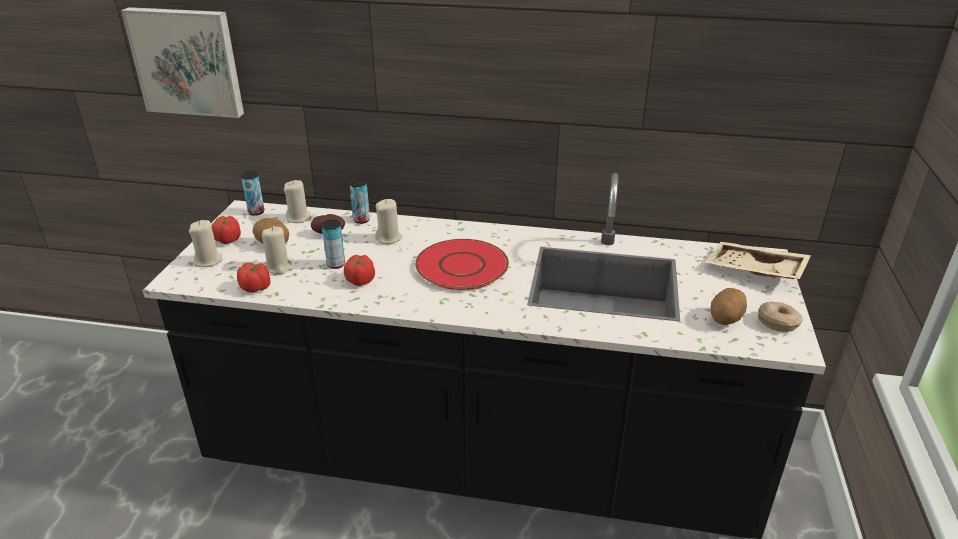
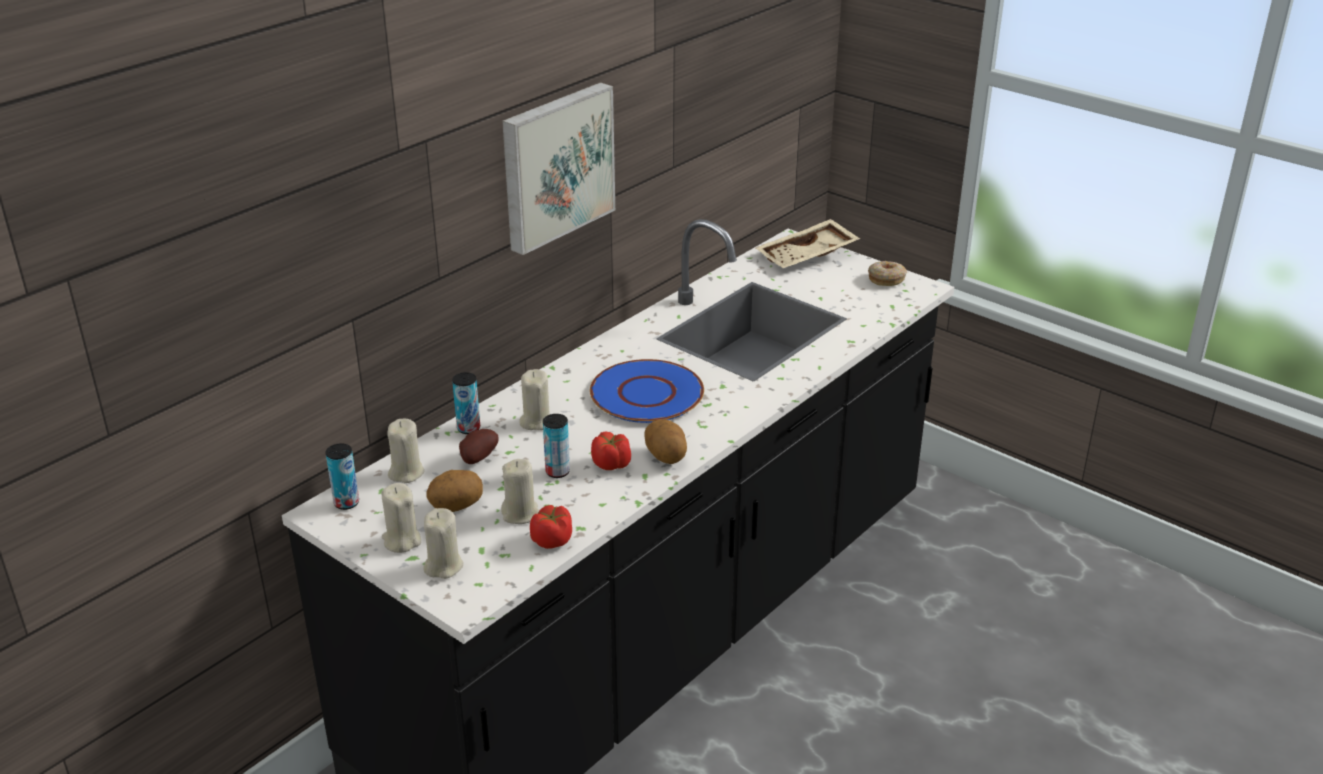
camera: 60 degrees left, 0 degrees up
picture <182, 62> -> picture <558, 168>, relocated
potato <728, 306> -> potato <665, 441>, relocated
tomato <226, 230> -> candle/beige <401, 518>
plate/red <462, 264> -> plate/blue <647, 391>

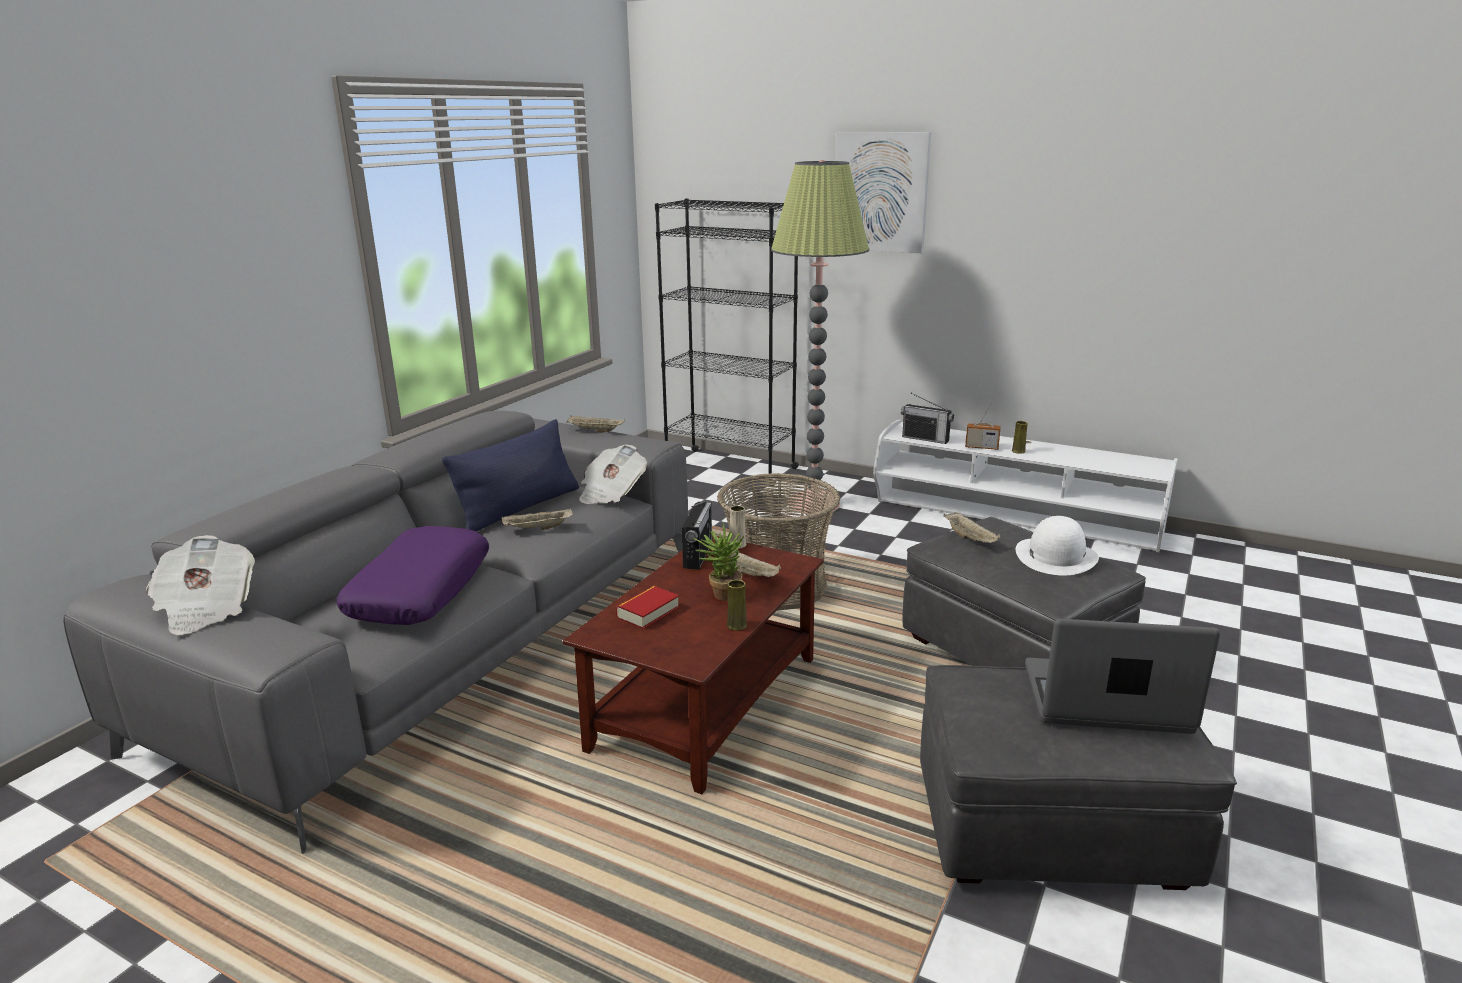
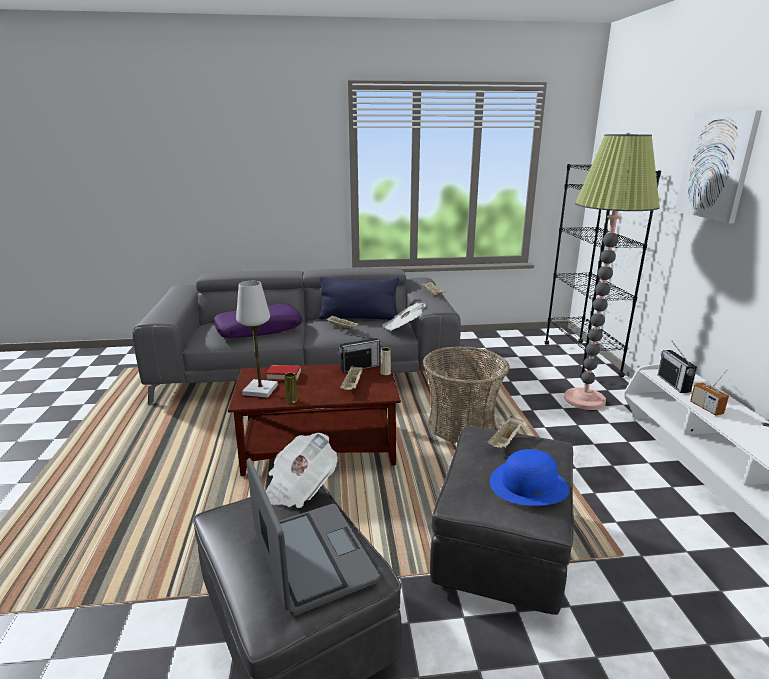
camera: 55 degrees right, 0 degrees up
potted plant <718, 562> -> none
vase/yellow <1020, 437> -> none
none -> table lamp/white <257, 339>
newspaper <200, 585> -> newspaper <301, 470>, relocated
hat/white <1057, 546> -> hat/blue <529, 477>

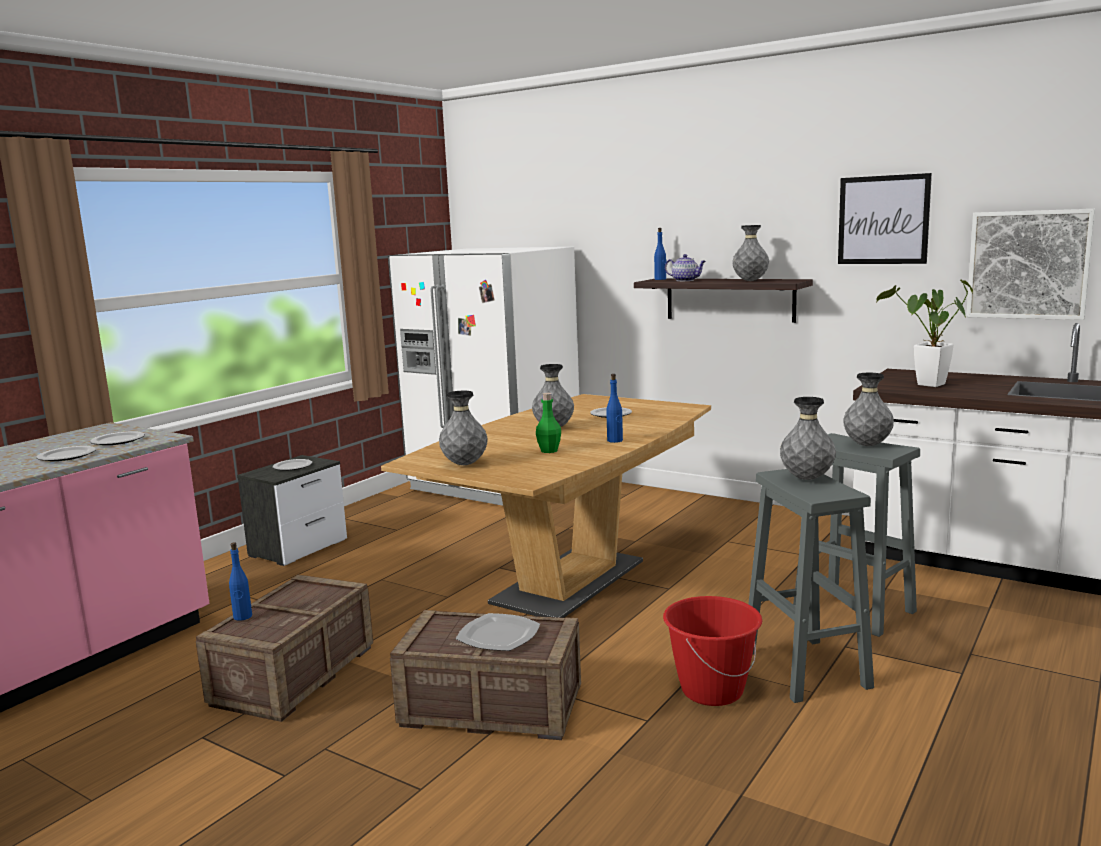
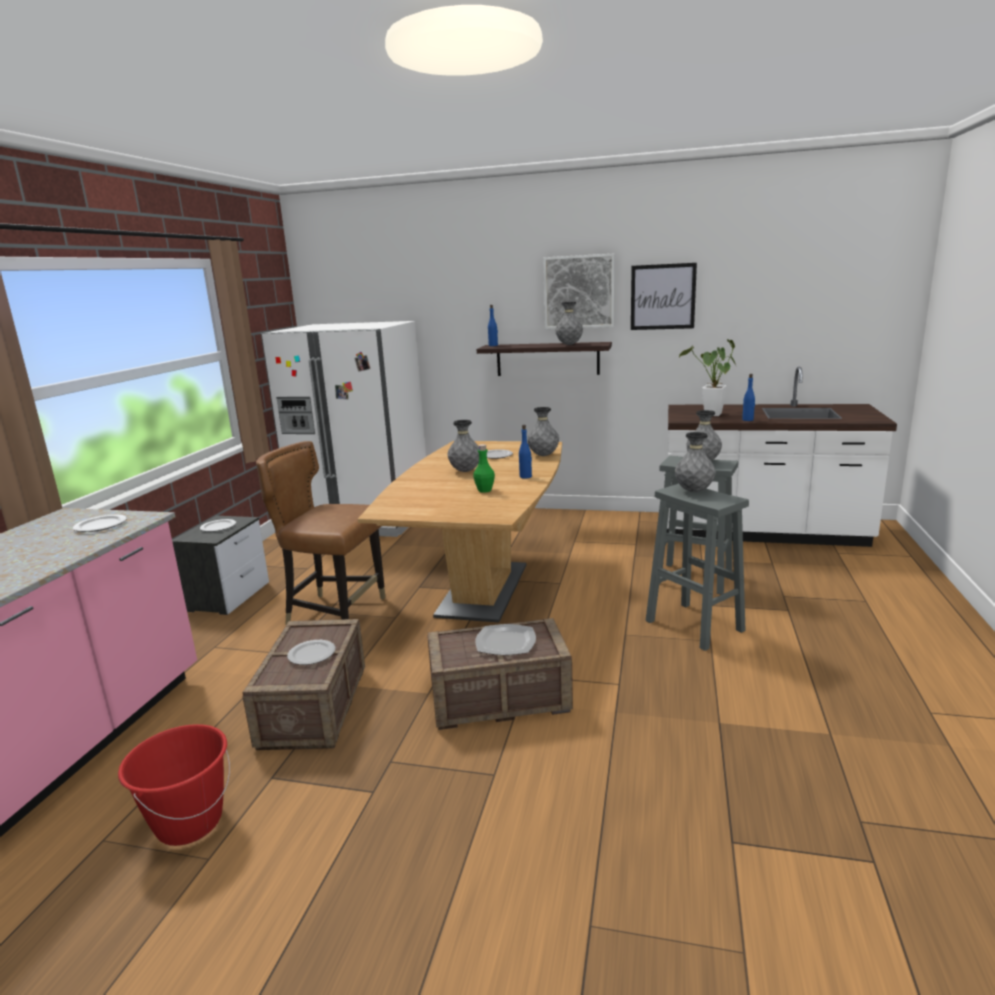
camera: 20 degrees left, 5 degrees up
teapot <685, 267> -> none
none -> chair/brown <321, 533>
plate <66, 453> -> plate <311, 652>, relocated
bottle/blue <240, 581> -> bottle/blue <748, 397>, relocated
vase/grey <463, 428> -> vase/grey <543, 431>, relocated
bucket/red <712, 651> -> bucket/red <174, 785>, relocated
picture <1030, 264> -> picture <579, 291>, relocated

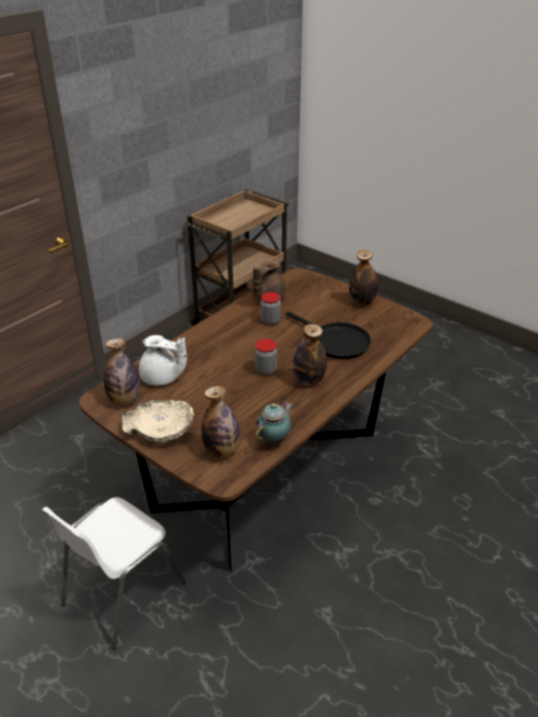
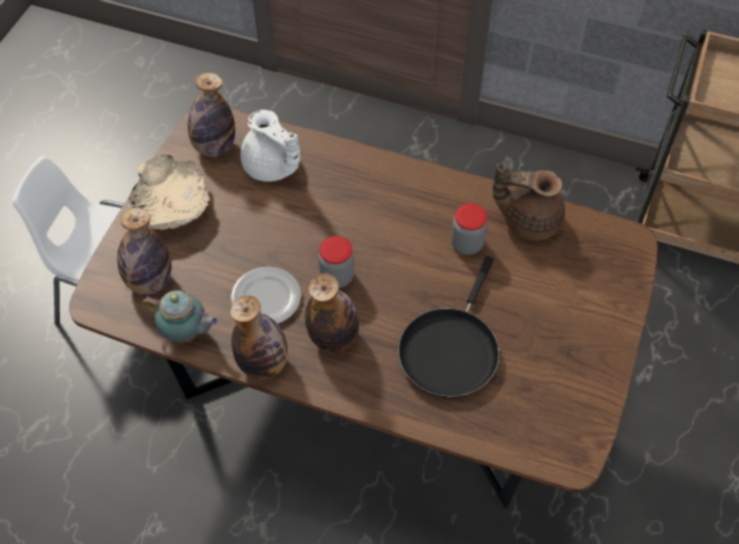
camera: 70 degrees right, 20 degrees up
none -> plate <266, 295>
bottle <363, 277> -> bottle <259, 338>, relocated
teapot/white <163, 360> -> teapot/white <270, 146>, 45 degrees counterclockwise

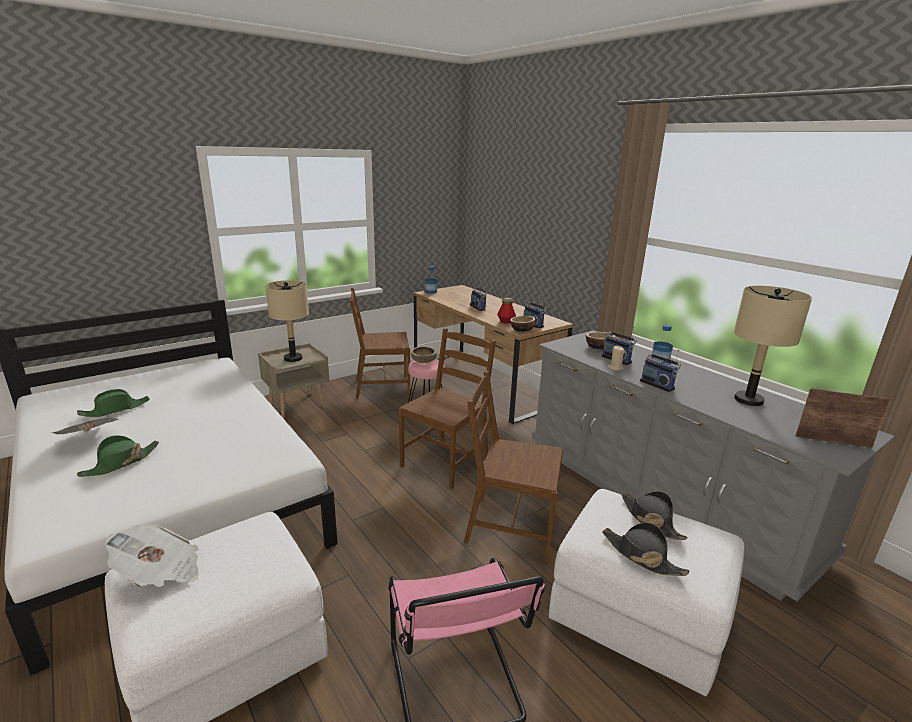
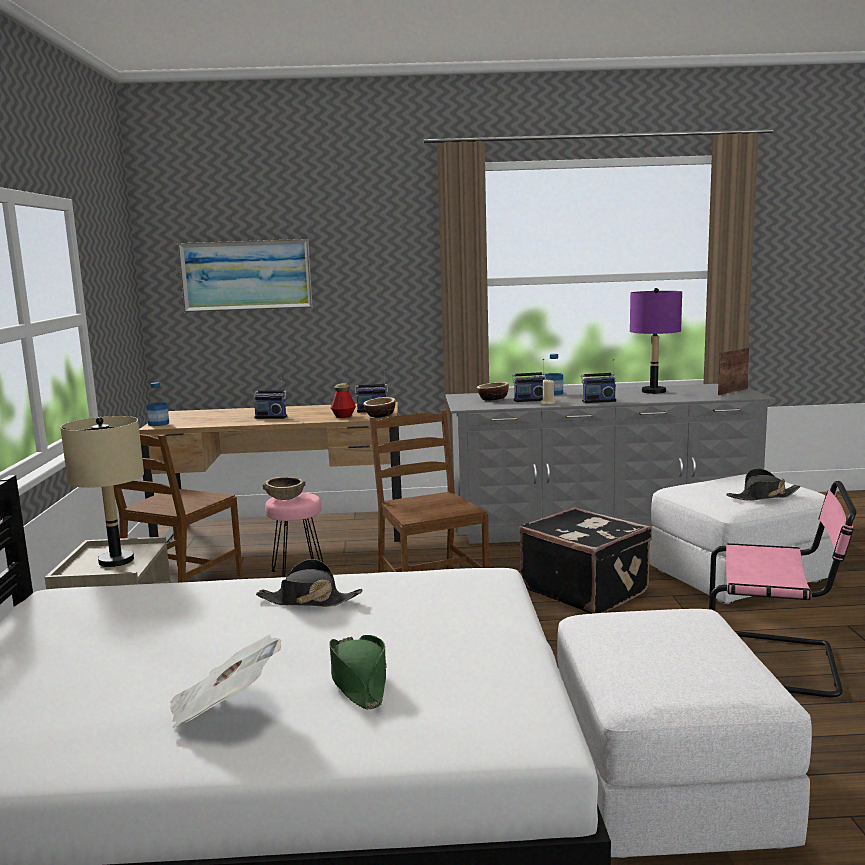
camera: 55 degrees left, 10 degrees down
hat/green <113, 403> -> none
newspaper <152, 555> -> none
none -> picture <245, 275>
hat/black <654, 515> -> hat/black <309, 583>, relocated
chair/brown <513, 466> -> suitcase/black <585, 560>
table lamp/beige <773, 346> -> table lamp/purple <656, 341>

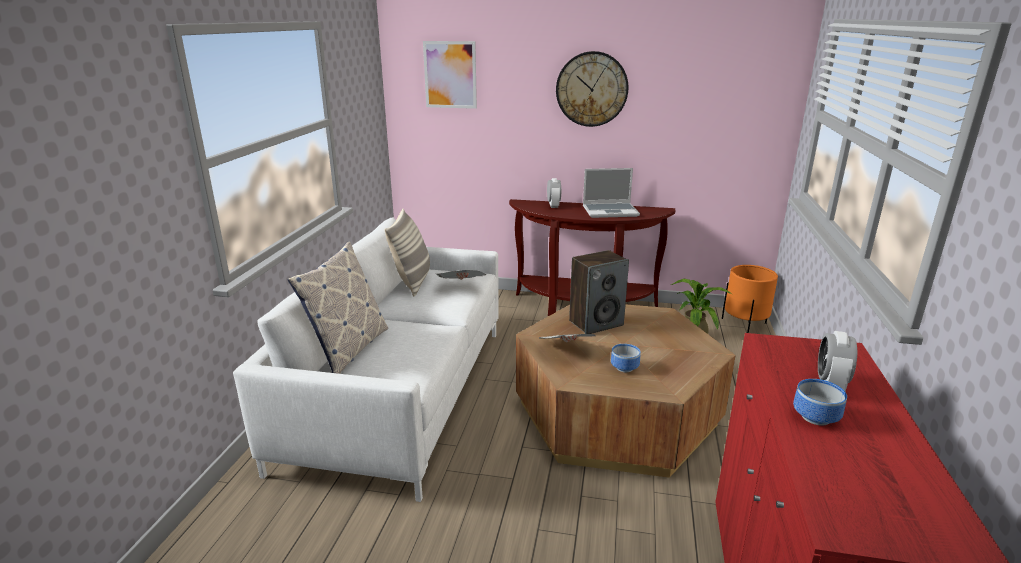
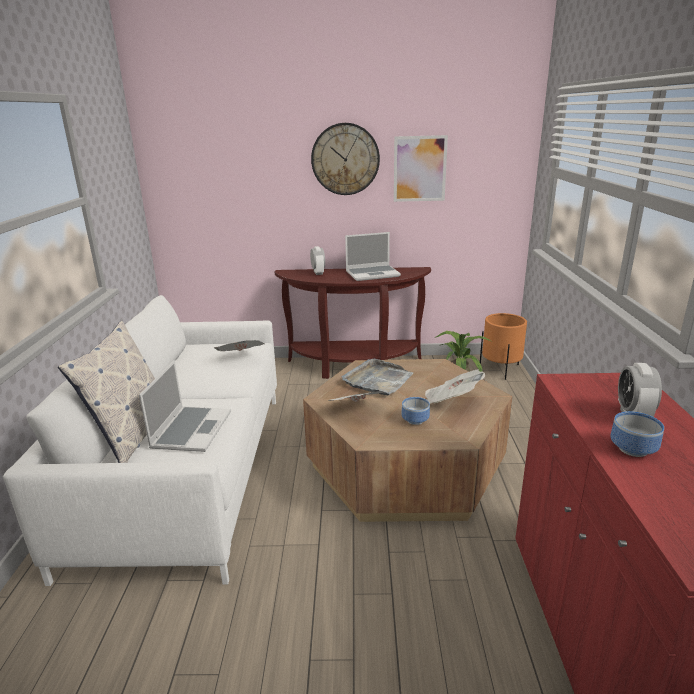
camera: 10 degrees left, 0 degrees up
pillow <407, 252> -> none
none -> laptop <185, 406>
none -> newspaper <455, 386>
picture <450, 75> -> picture <421, 168>, relocated
speaker <599, 292> -> tray/grey <377, 377>

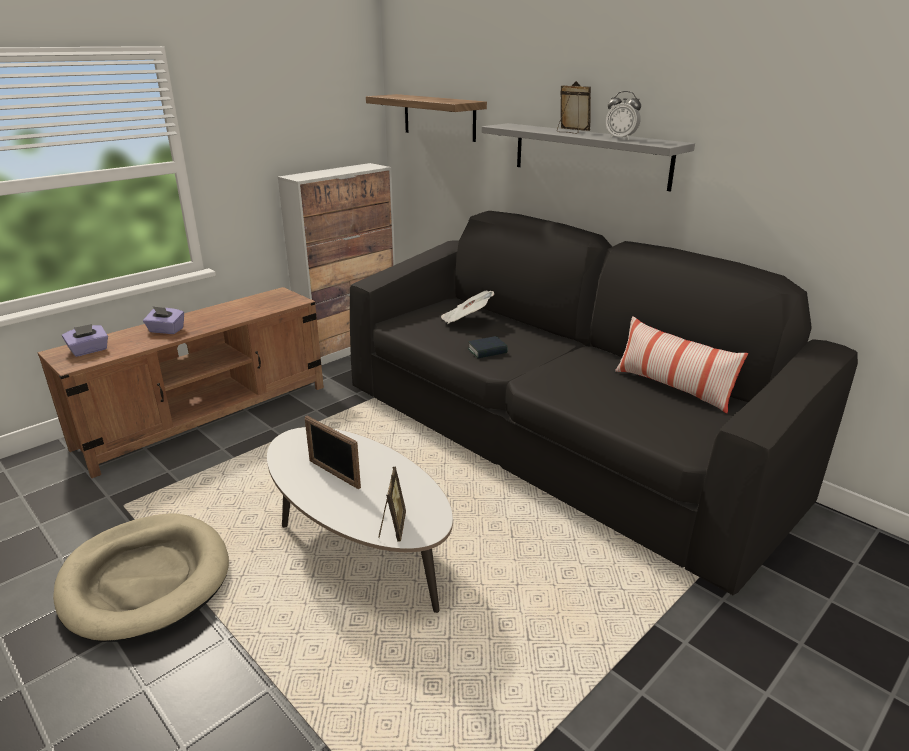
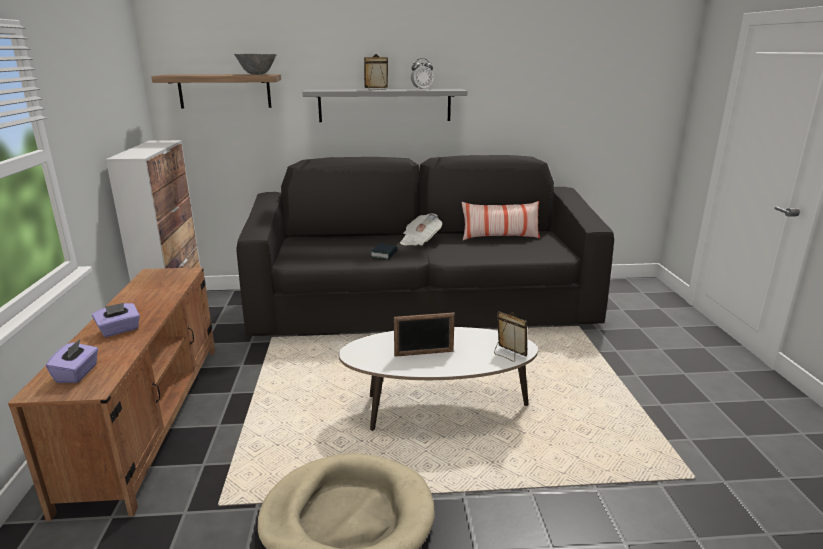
camera: 50 degrees left, 5 degrees down
none -> bowl/grey <255, 64>
newspaper <467, 307> -> newspaper <421, 229>, relocated

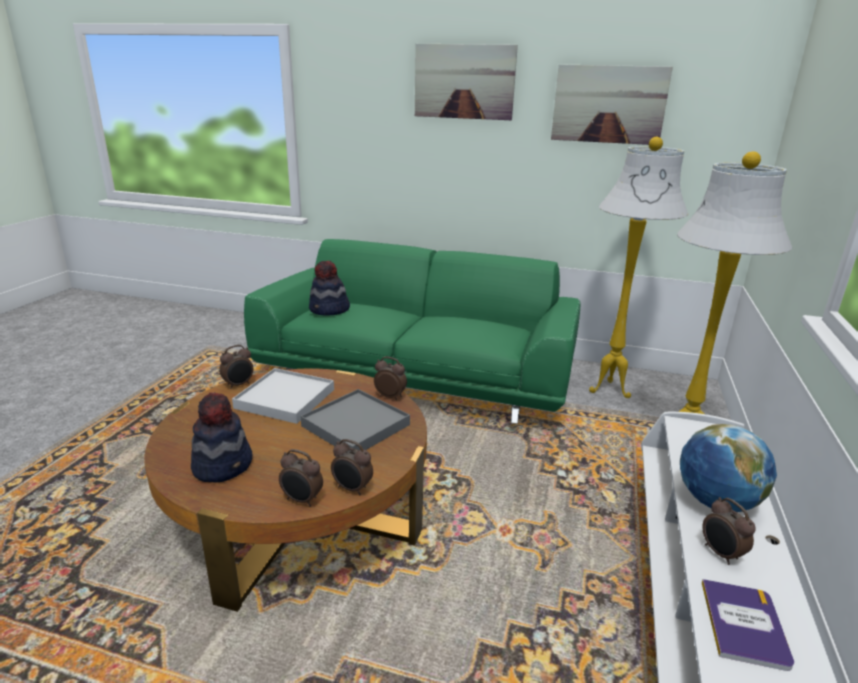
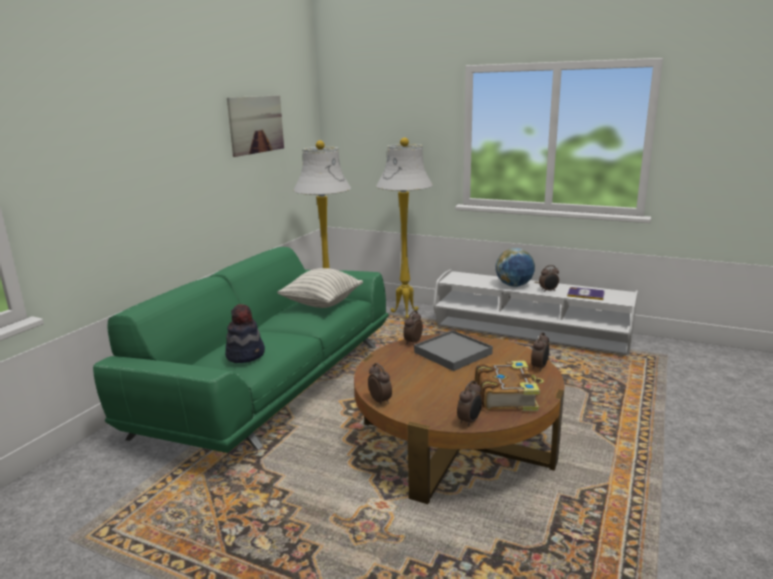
camera: 80 degrees left, 5 degrees down
tray/white <283, 396> -> none
picture <466, 82> -> none
none -> pillow <320, 288>
alarm clock <352, 467> -> alarm clock <469, 404>, relocated
hat <221, 437> -> book <509, 386>

